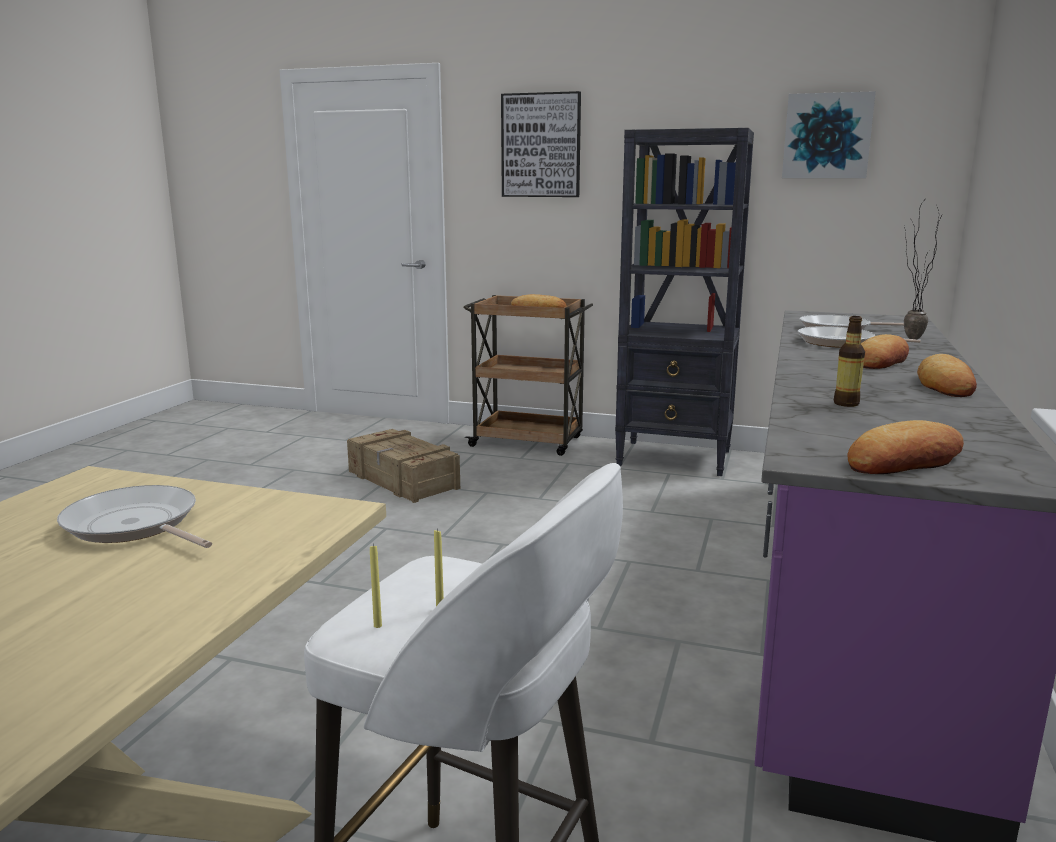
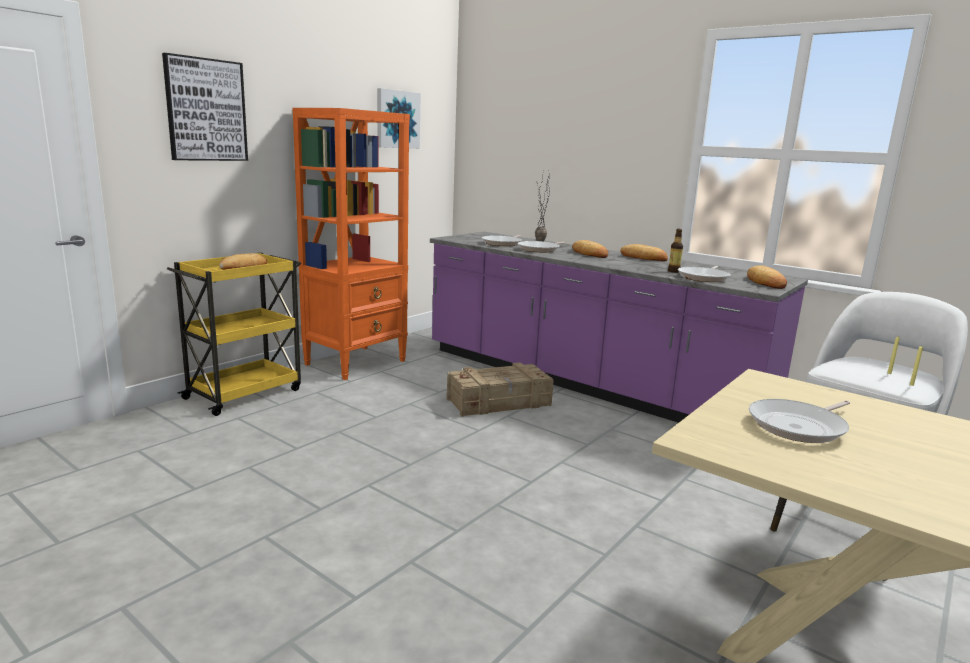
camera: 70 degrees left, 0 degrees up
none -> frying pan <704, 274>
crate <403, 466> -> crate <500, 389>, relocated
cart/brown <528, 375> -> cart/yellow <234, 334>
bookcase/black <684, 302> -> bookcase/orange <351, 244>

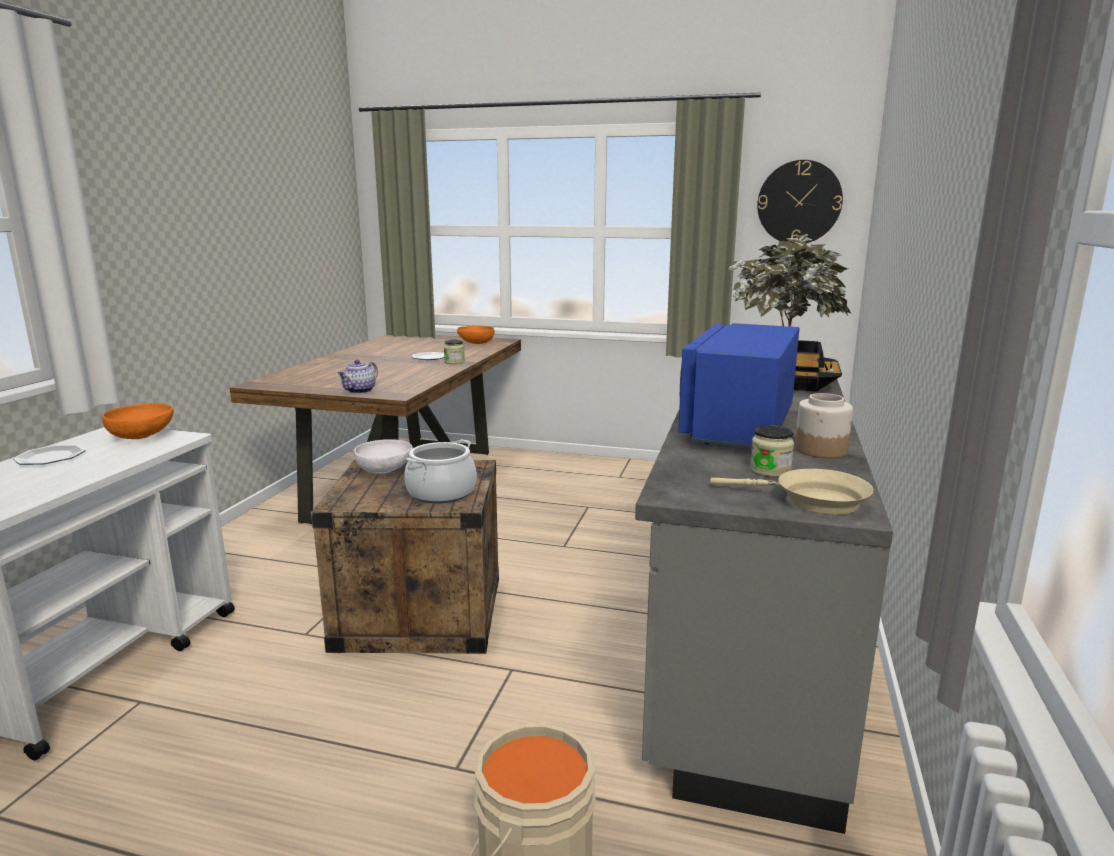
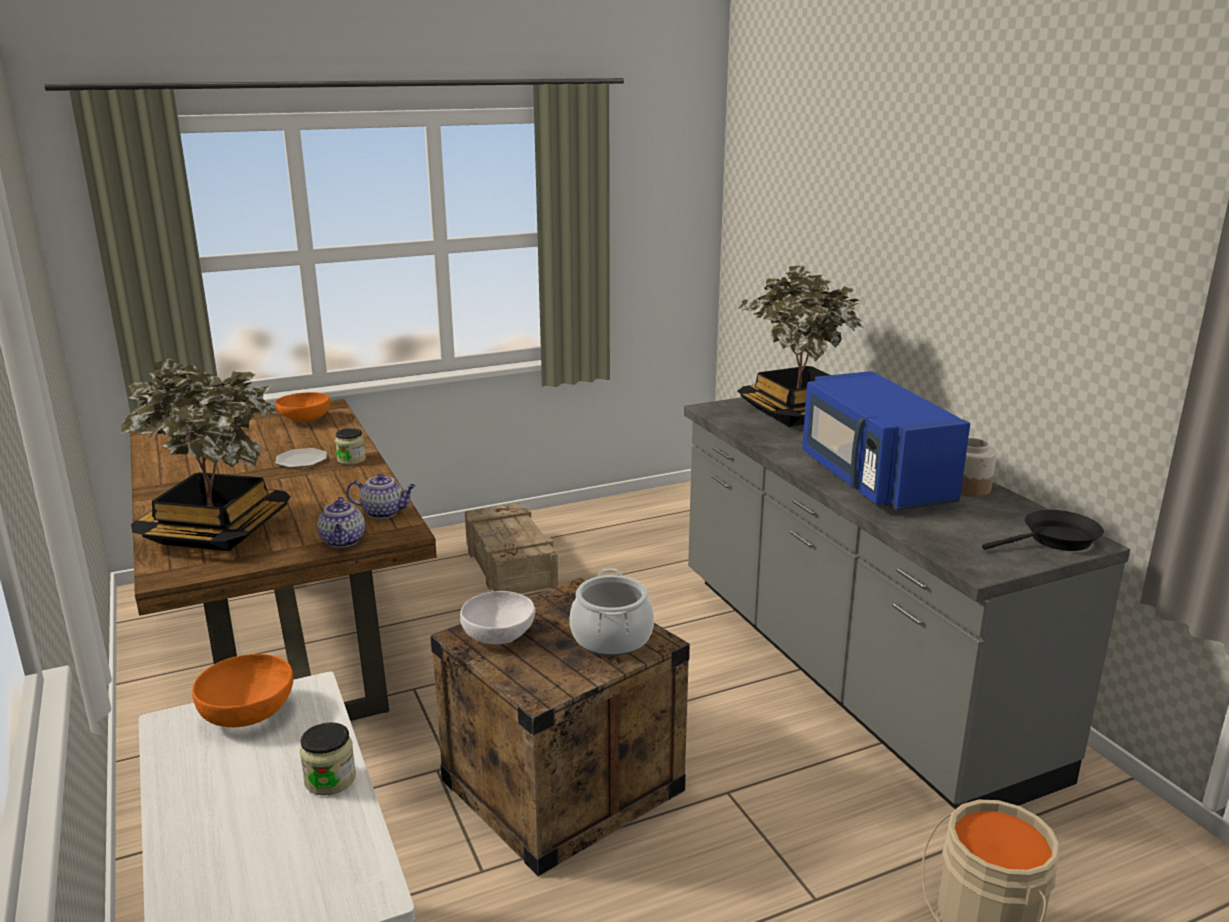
camera: 40 degrees left, 5 degrees up
plate <49, 455> -> none
wall clock <800, 201> -> none
none -> potted plant <205, 454>
none -> teapot <381, 496>
none -> crate <511, 548>
jar <772, 451> -> jar <328, 759>, relocated
frying pan/beige <791, 492> -> frying pan/black <1043, 530>

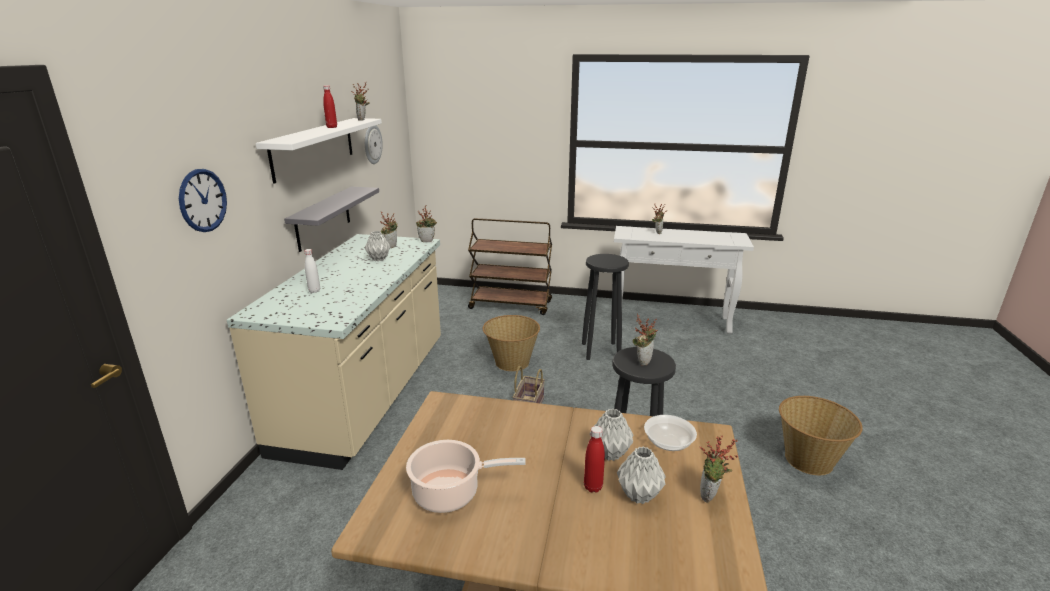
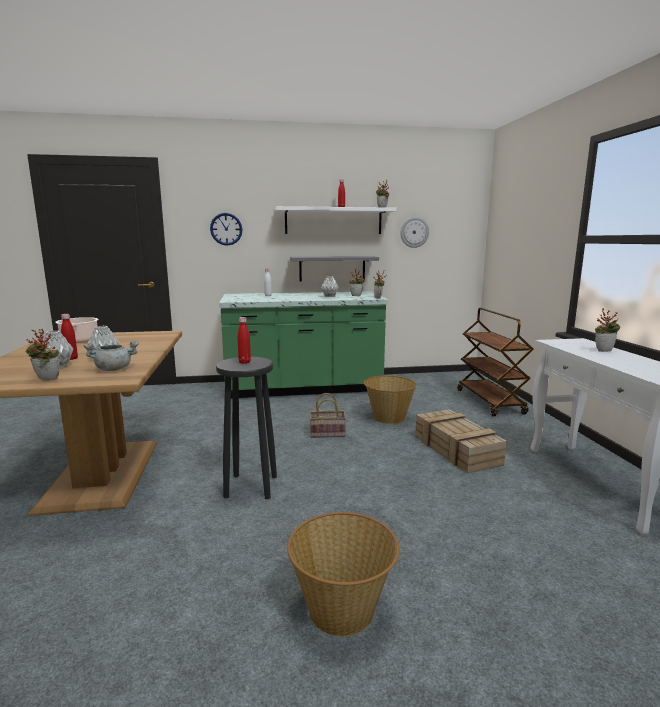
camera: 70 degrees right, 10 degrees down
stool/black <605, 307> -> crate <461, 441>
potted plant <645, 339> -> bottle/red <244, 340>
bowl <670, 433> -> cooking pot/grey <111, 356>
counter/beige <334, 352> -> counter/green <303, 344>

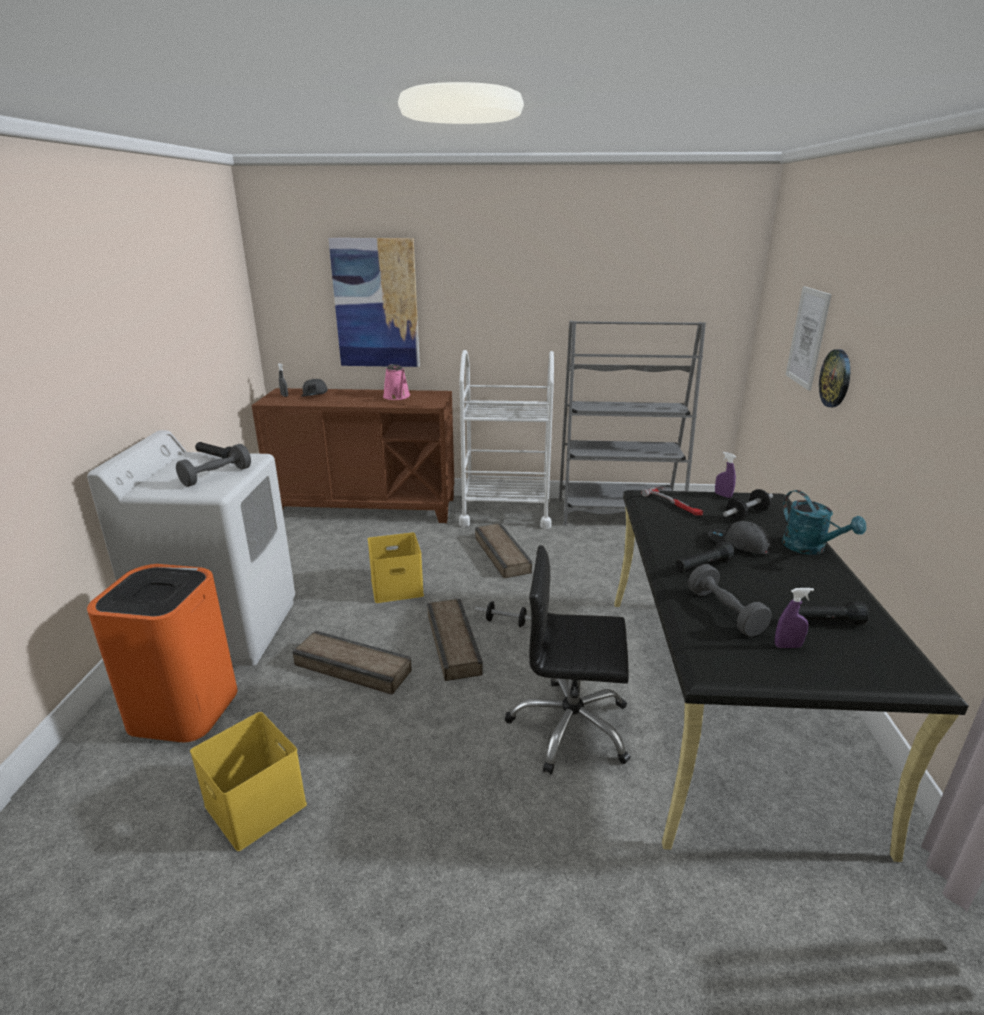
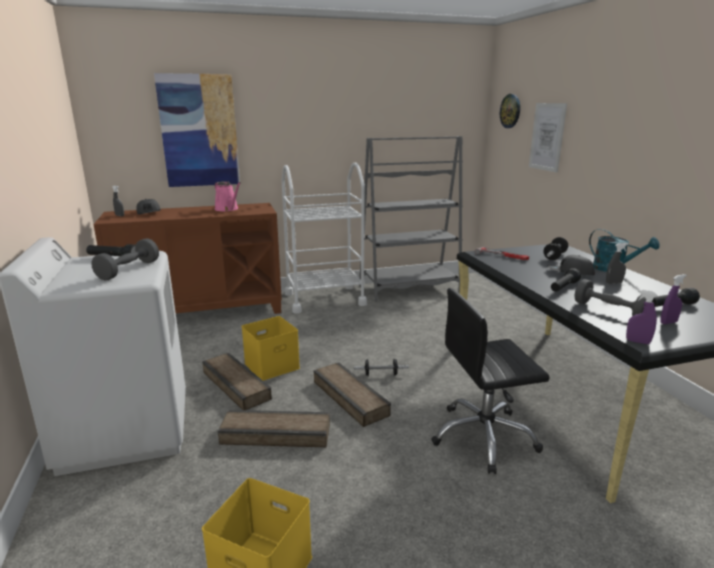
camera: 20 degrees left, 5 degrees down
trash can/orange <162, 653> -> none
none -> spray bottle/grey <617, 263>
crate <503, 550> -> crate <237, 381>, relocated
spray bottle/purple <725, 475> -> spray bottle/purple <642, 317>, relocated
wall clock <834, 378> -> wall clock <510, 111>, relocated

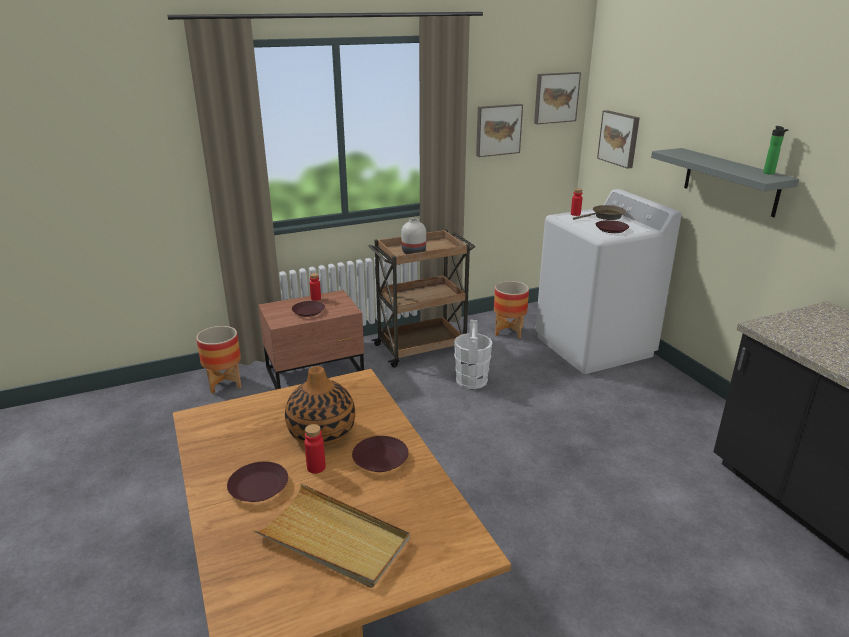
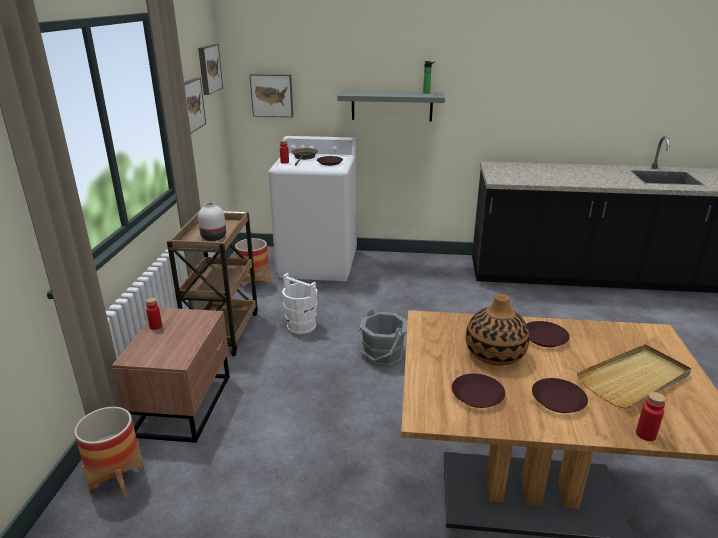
camera: 60 degrees left, 0 degrees up
none -> bucket/grey <382, 337>
plate/brown <308, 309> -> plate/brown <478, 391>, relocated
bottle/red <315, 449> -> bottle/red <651, 416>, relocated

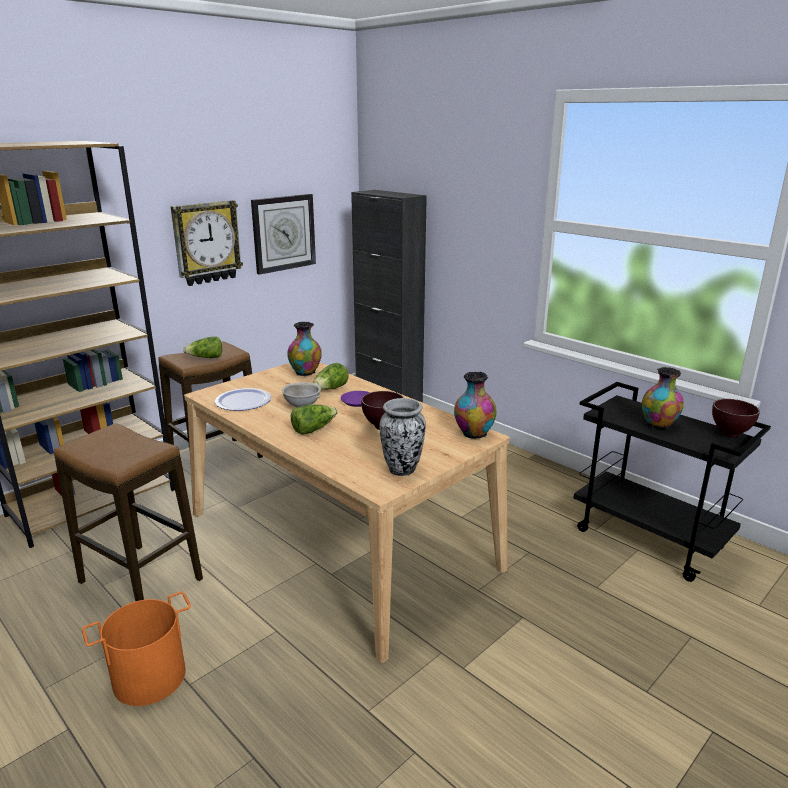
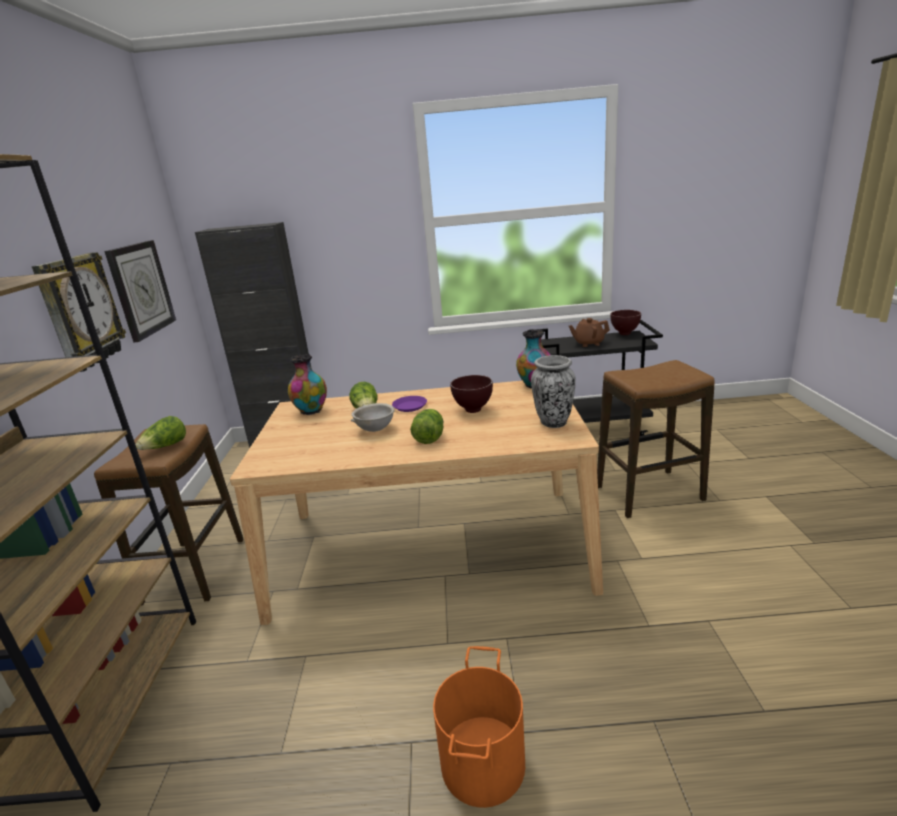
camera: 45 degrees left, 0 degrees up
plate <243, 399> -> none
stool <128, 512> -> stool <656, 439>, relocated
vase <663, 398> -> teapot/brown <589, 332>

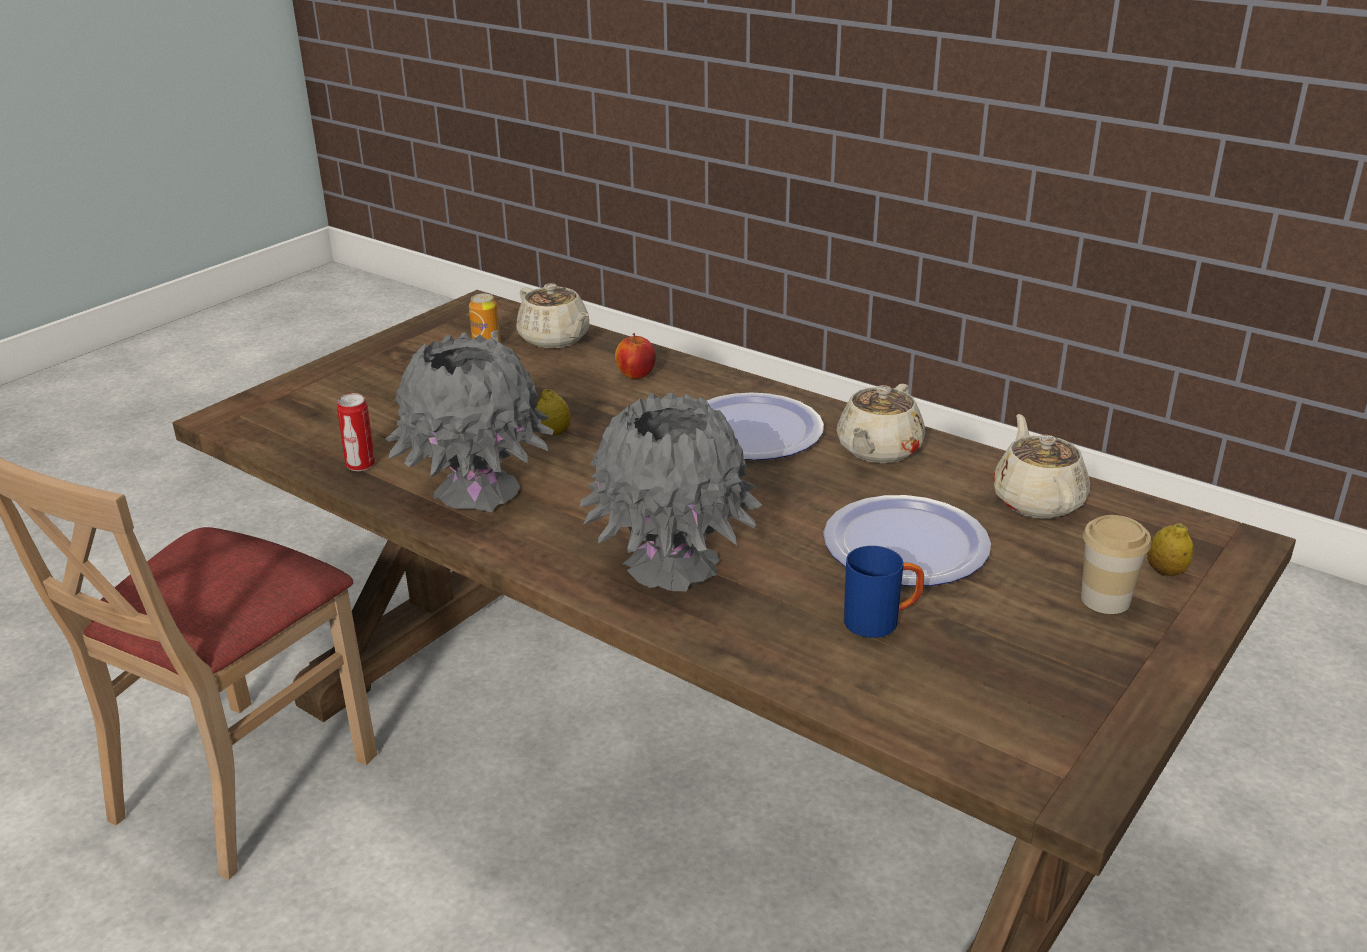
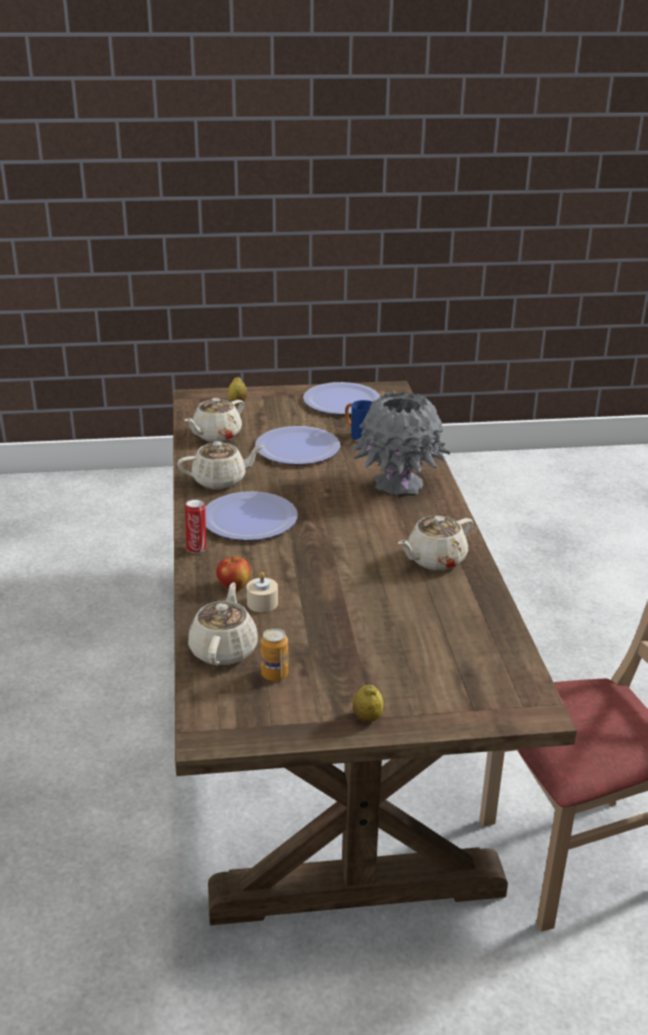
camera: 135 degrees left, 0 degrees up
cup <1116, 564> -> none
none -> candle/beige <262, 592>
none -> plate <341, 398>
can <356, 432> -> can <195, 526>, relocated
lemon <553, 412> -> lemon <368, 703>, relocated
vase/grey <470, 422> -> teapot/beige <435, 543>

